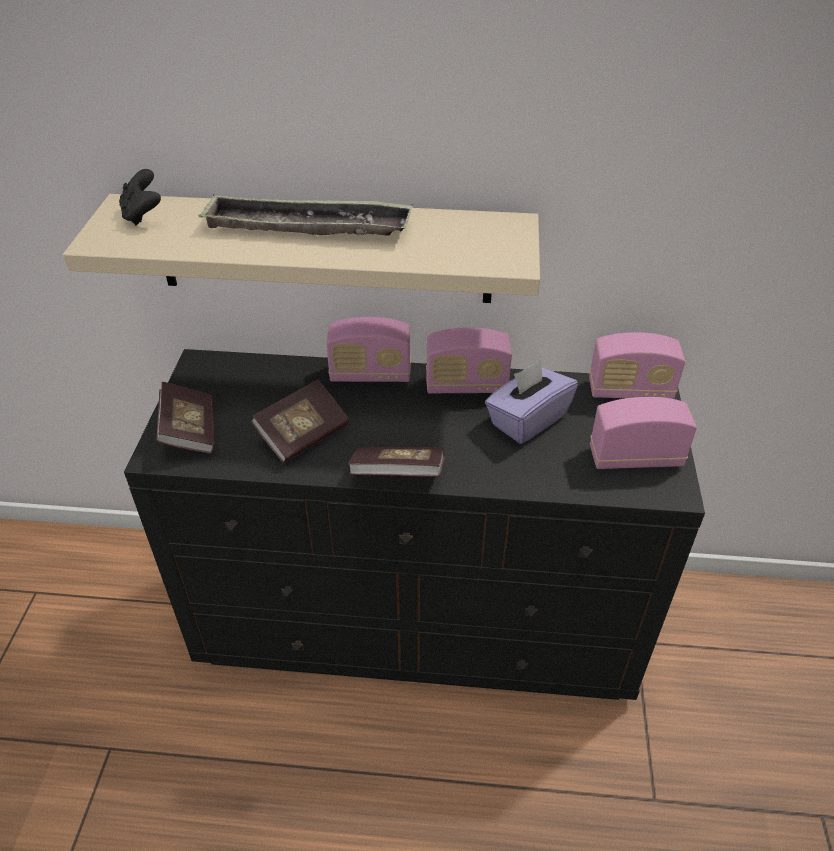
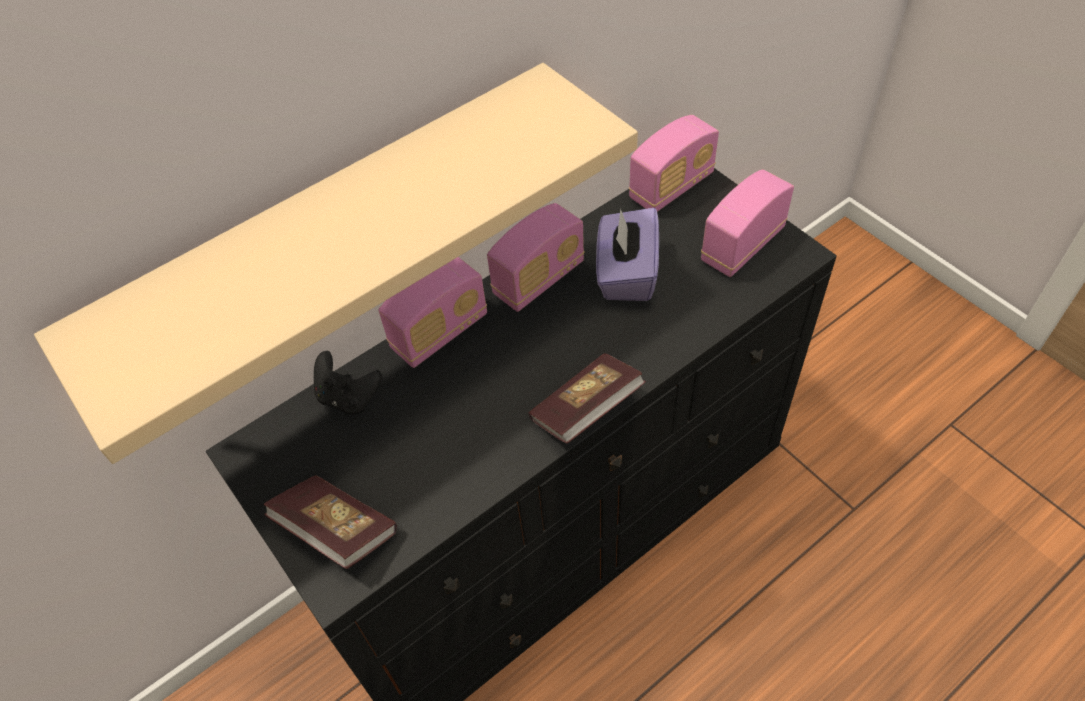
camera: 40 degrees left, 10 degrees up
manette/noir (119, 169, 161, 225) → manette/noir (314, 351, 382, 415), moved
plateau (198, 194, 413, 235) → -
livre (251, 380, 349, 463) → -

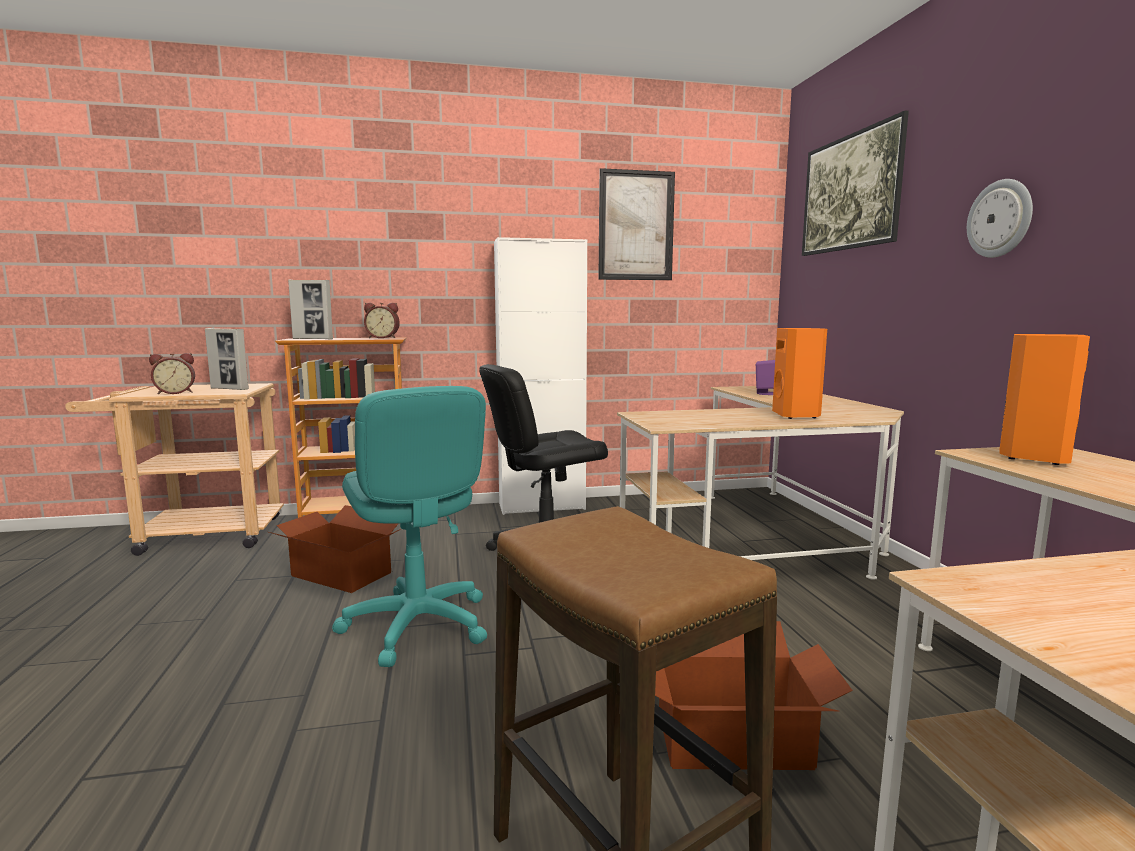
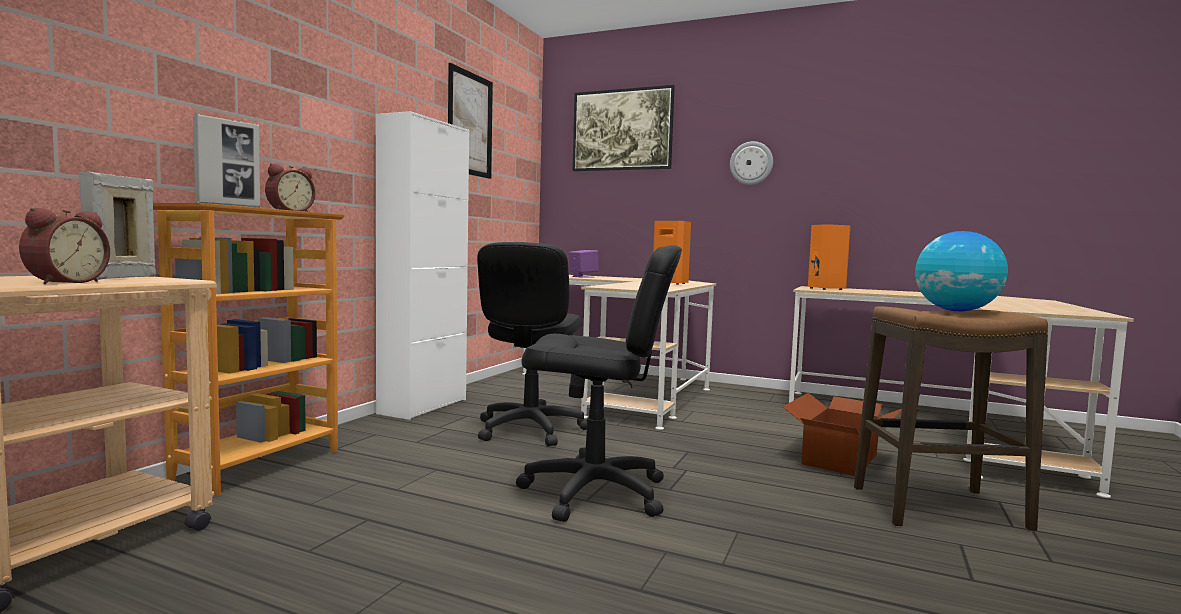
camera: 55 degrees left, 5 degrees down
cadre photo (205, 328, 249, 390) → cadre photo (79, 172, 156, 280), 135 degrees clockwise
chaise de bureau/turquoise (332, 386, 487, 667) → chaise de bureau/noir (516, 245, 682, 522)
carton (269, 505, 401, 593) → -
- → globe (915, 231, 1008, 311)

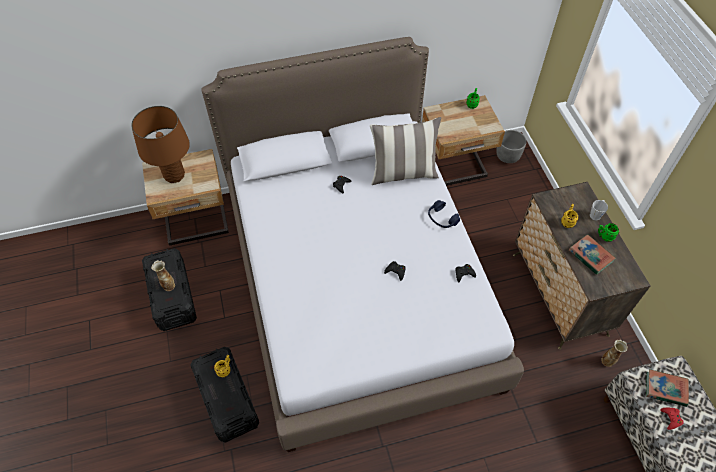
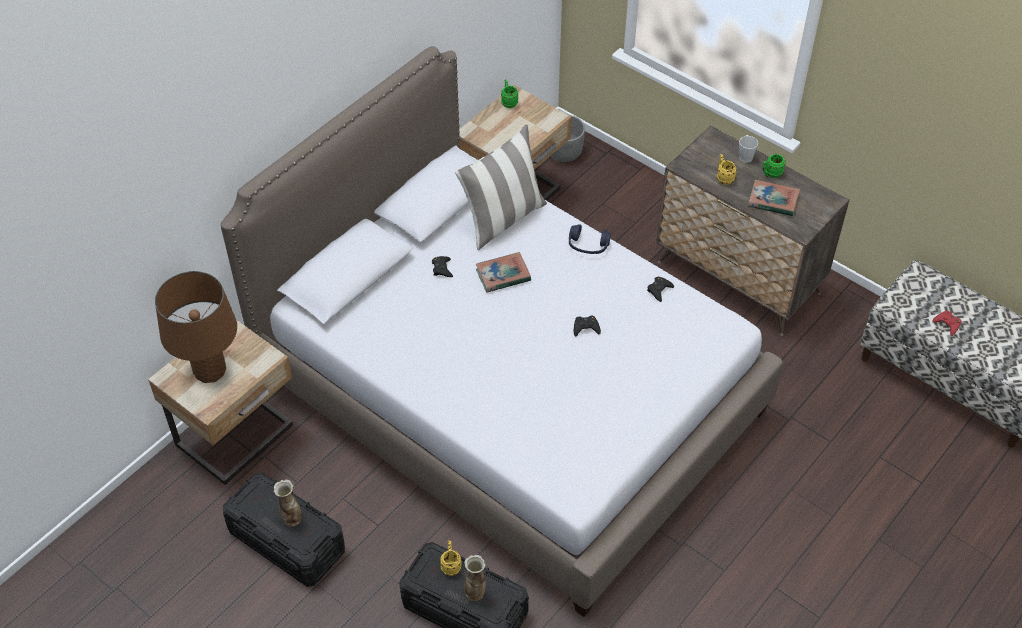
camera: 35 degrees left, 5 degrees down
vase (601, 340, 628, 367) → vase (464, 555, 486, 601), moved
livre (646, 369, 689, 407) → livre (476, 252, 531, 293), moved

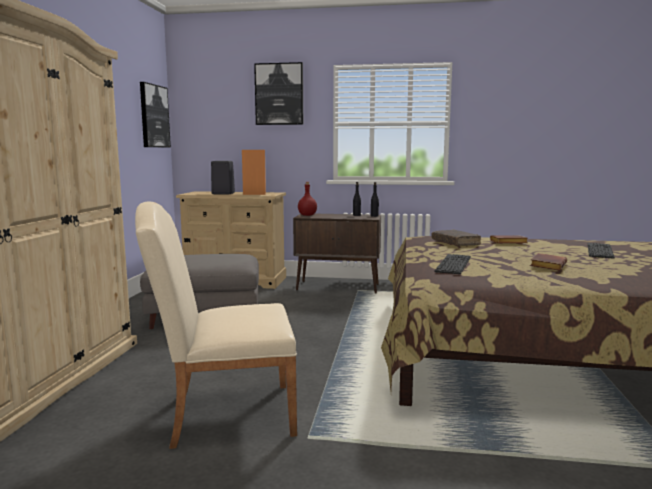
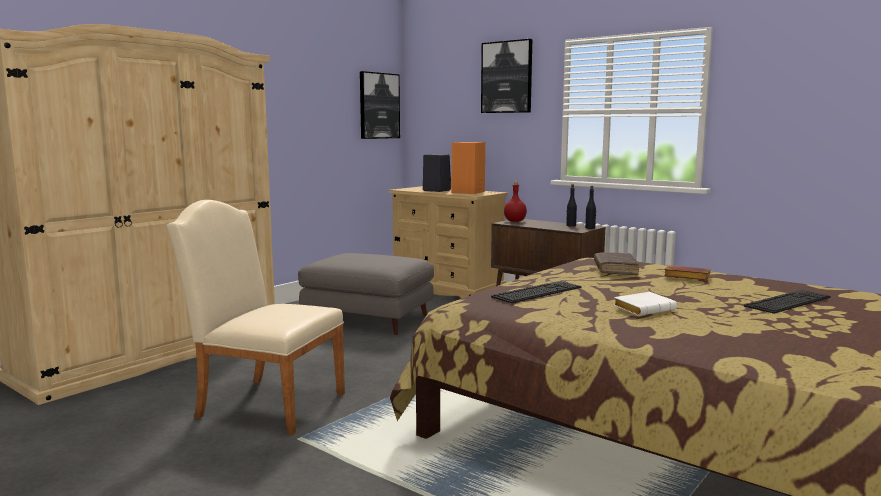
camera: 30 degrees right, 0 degrees up
livre/marron (530, 253, 567, 271) → livre/blanc (614, 292, 677, 316)

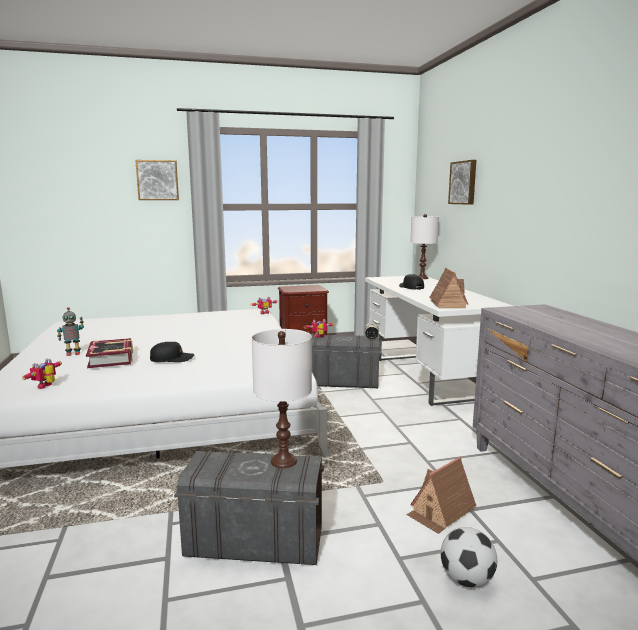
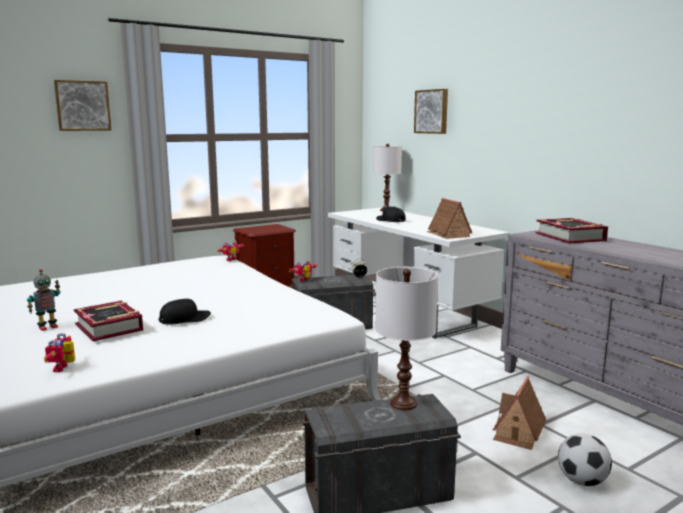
camera: 20 degrees left, 0 degrees up
- → livre (535, 218, 608, 244)

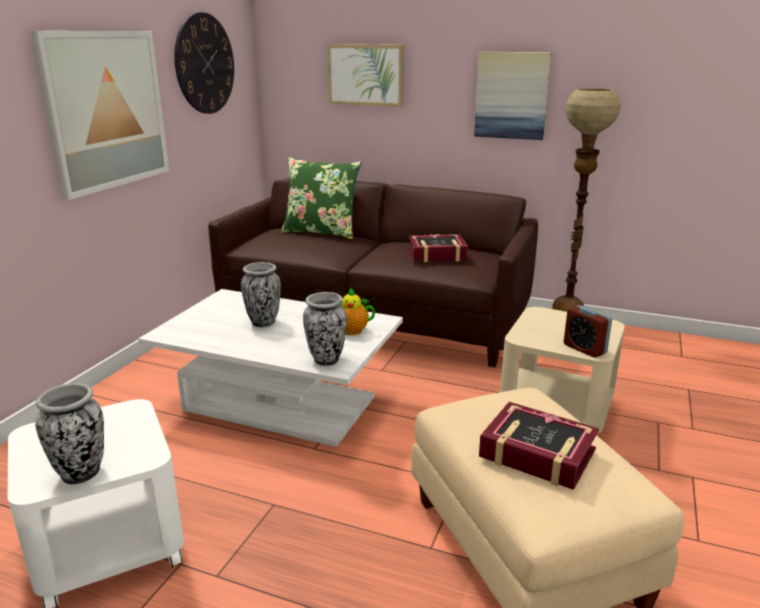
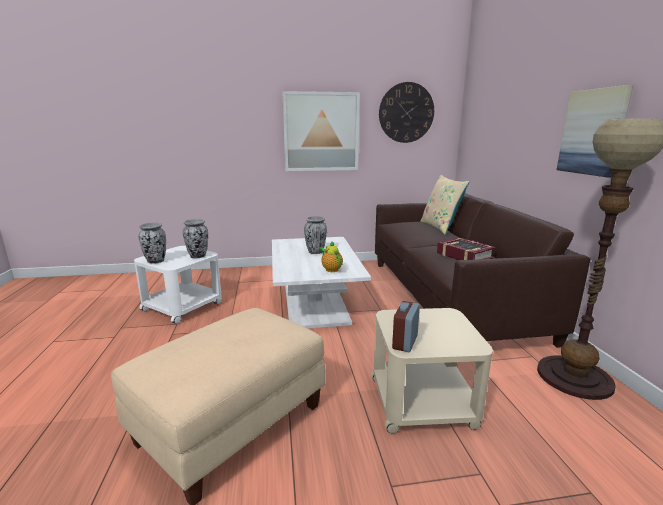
camera: 60 degrees right, 5 degrees down
tableau (327, 44, 404, 107) → -
coussin/vert (281, 158, 362, 239) → coussin/beige (420, 175, 469, 235)
vase (303, 292, 347, 366) → vase (183, 219, 208, 259), moved
livre (479, 402, 599, 490) → -

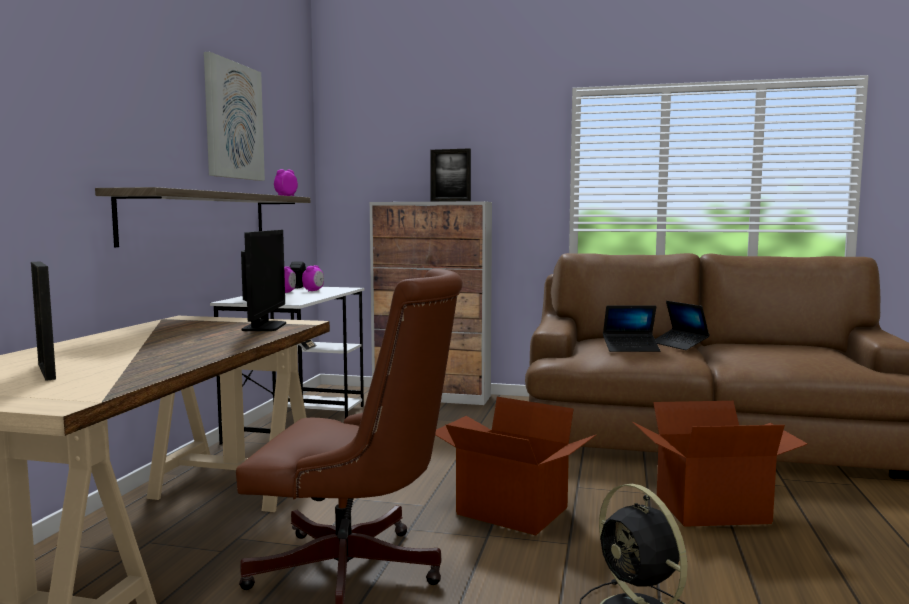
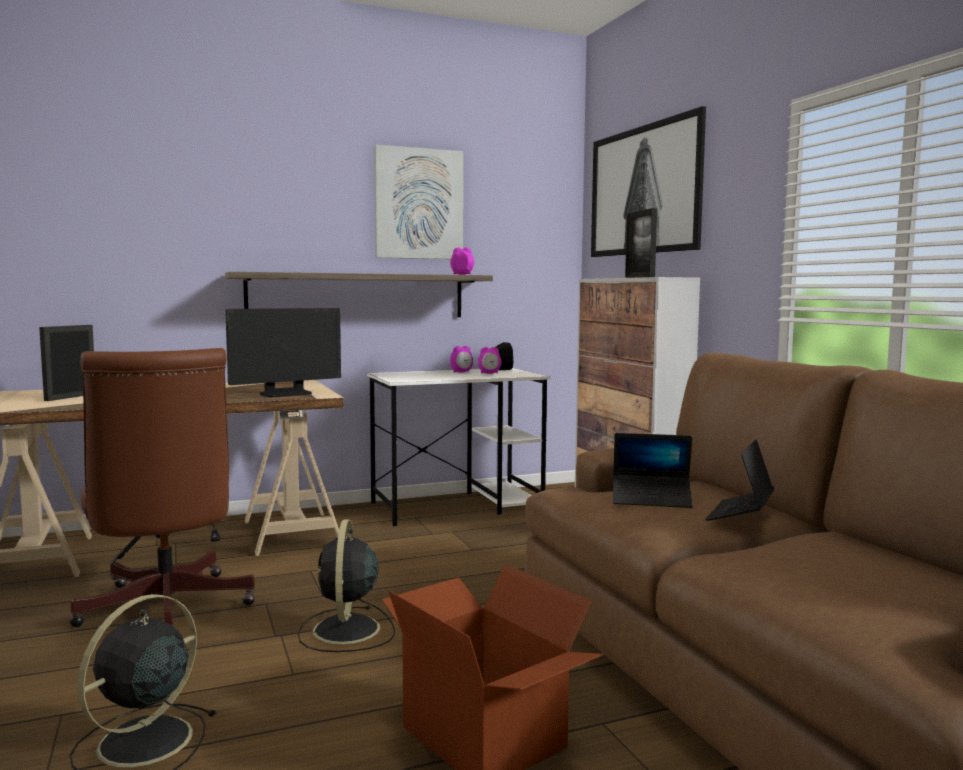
camera: 55 degrees right, 0 degrees up
ordinateur portable (603, 305, 660, 352) → ordinateur portable (613, 433, 693, 508), 45 degrees counterclockwise
carton (435, 397, 596, 535) → ventilateur/noir (298, 519, 395, 652)
- → tableau (591, 106, 706, 257)

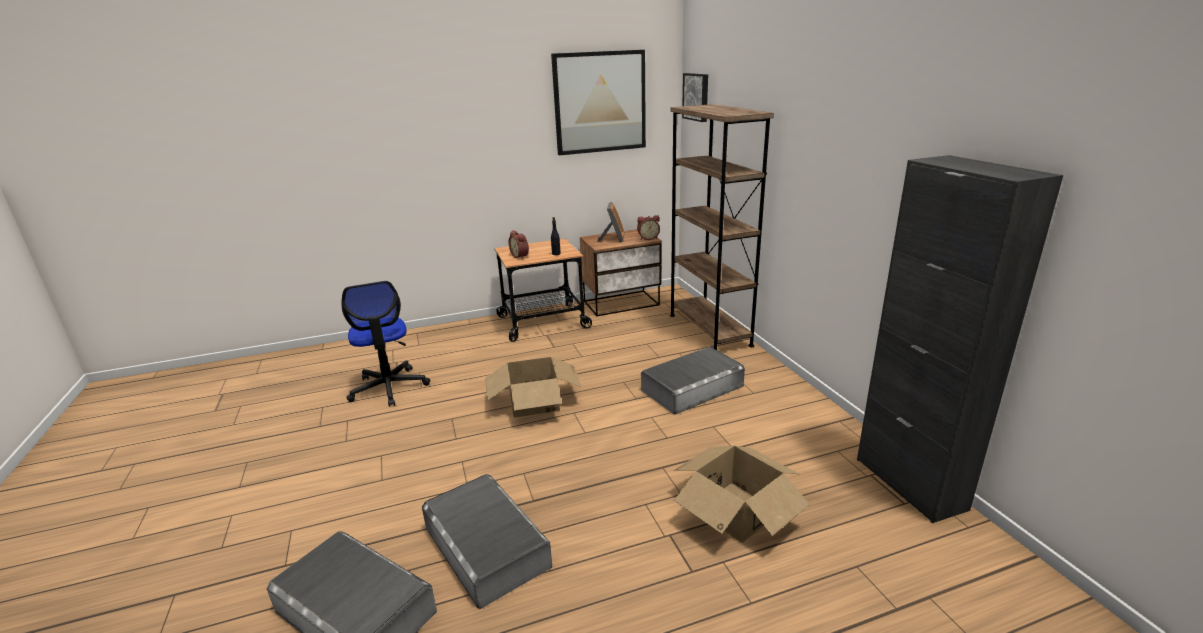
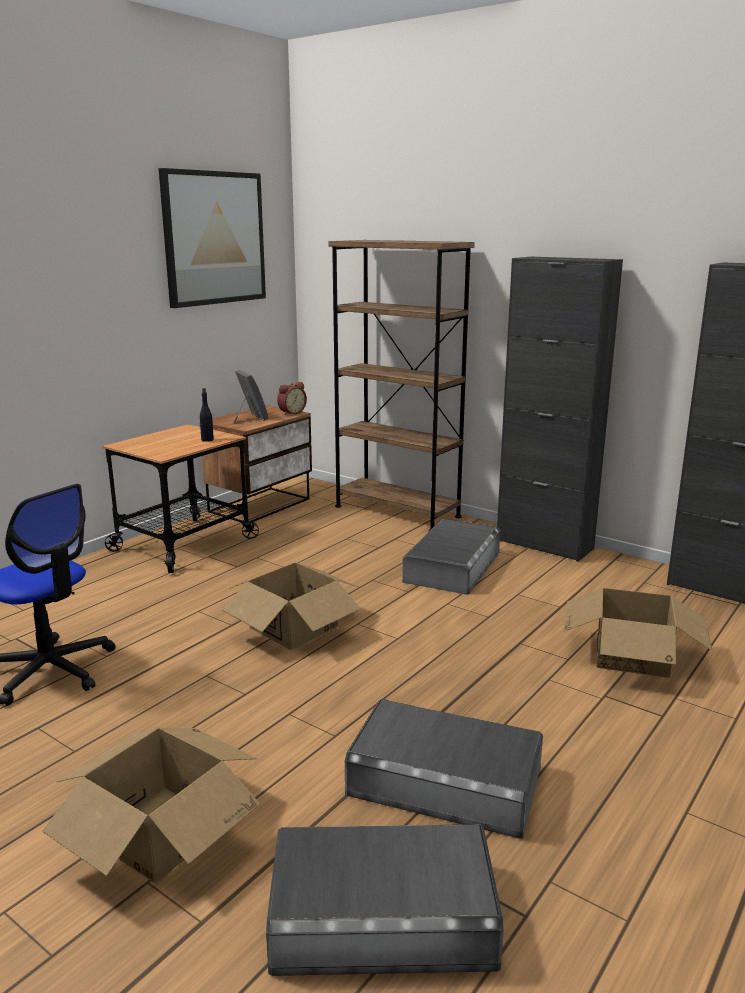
camera: 35 degrees left, 5 degrees down
tableau (682, 73, 708, 122) → -
réveil (509, 230, 529, 259) → -
- → meuble de rangement/noir (497, 257, 623, 562)
- → carton (42, 728, 260, 883)

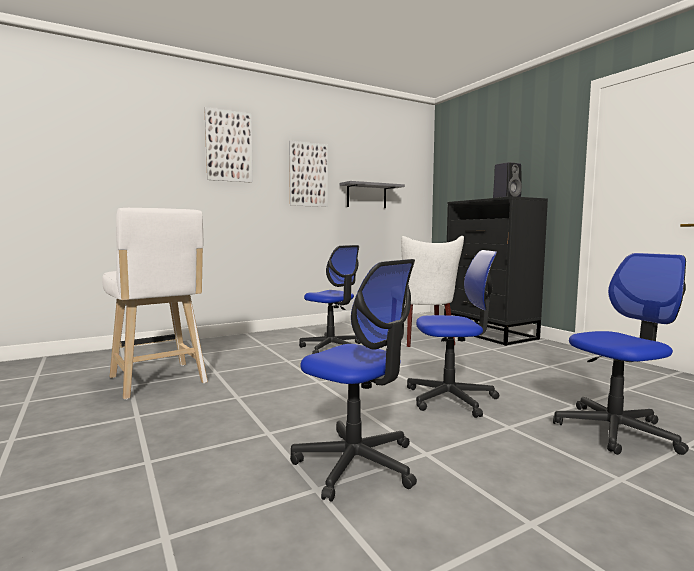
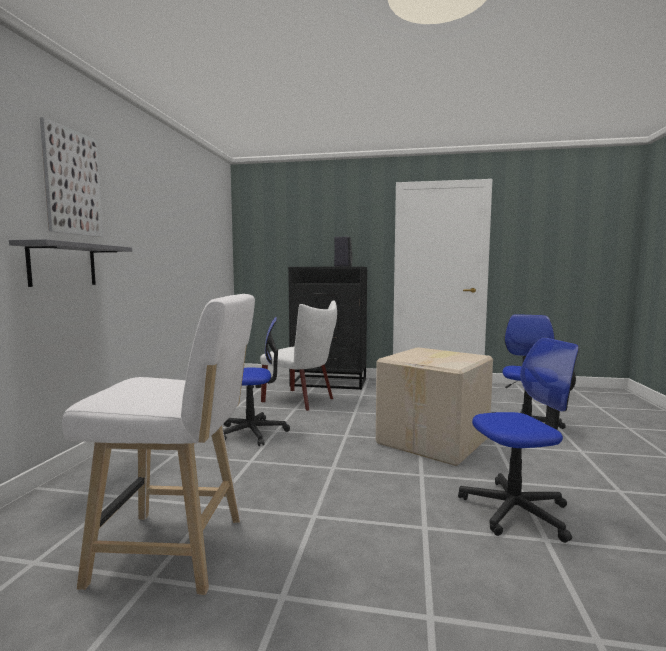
camera: 50 degrees left, 0 degrees up
tableau (289, 141, 328, 207) → -
étagère/gris (340, 181, 405, 208) → étagère/gris (9, 239, 132, 287), moved
chaise de bureau (407, 250, 499, 418) → carton (376, 347, 493, 466)

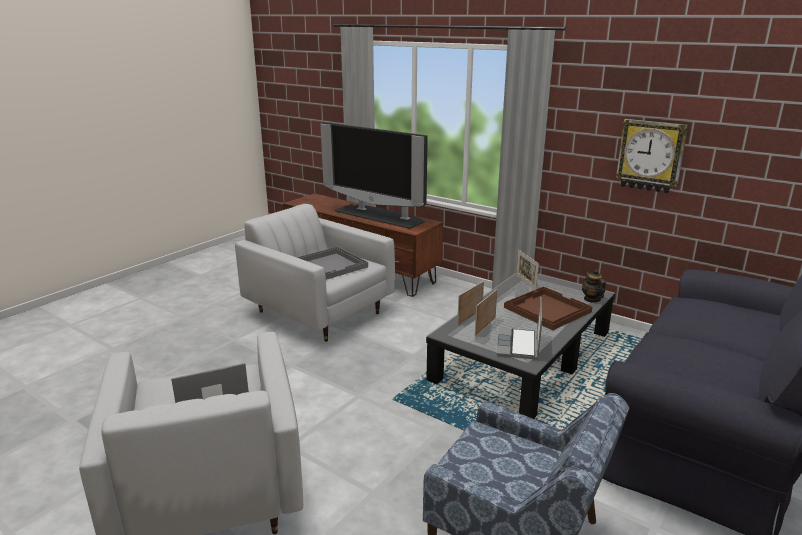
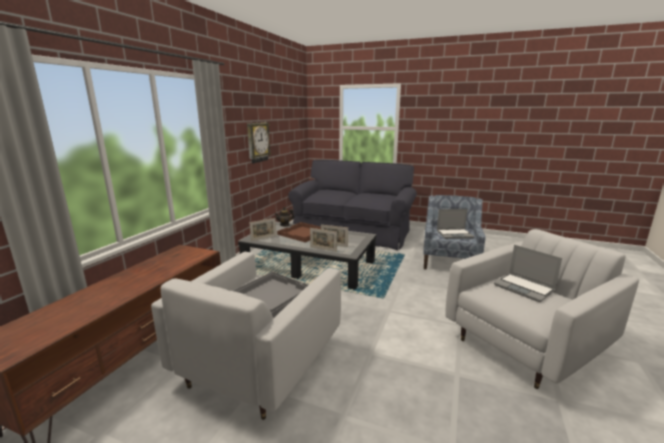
camera: 105 degrees left, 5 degrees down
téléviseur (320, 122, 428, 229) → -
ordinateur portable (496, 297, 542, 360) → ordinateur portable (437, 209, 475, 239), moved

